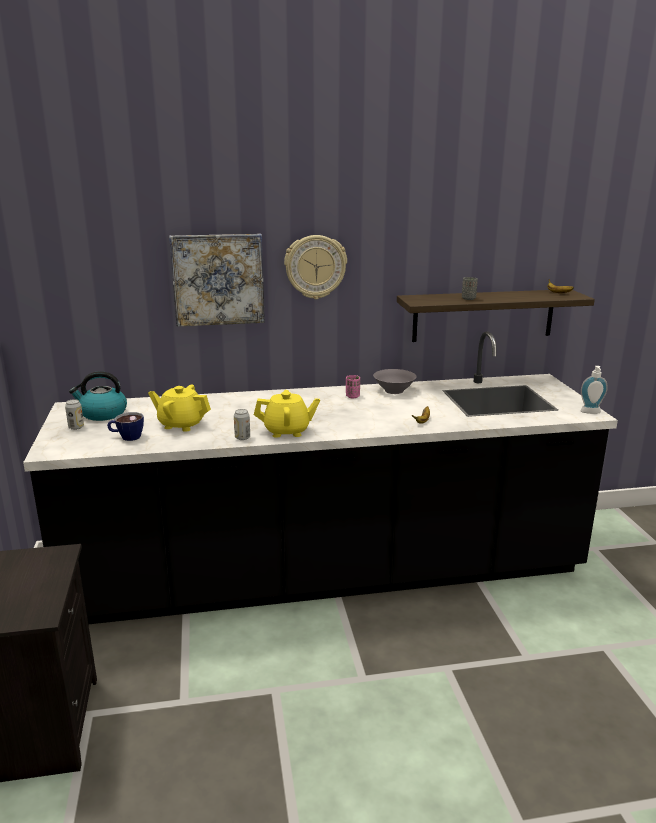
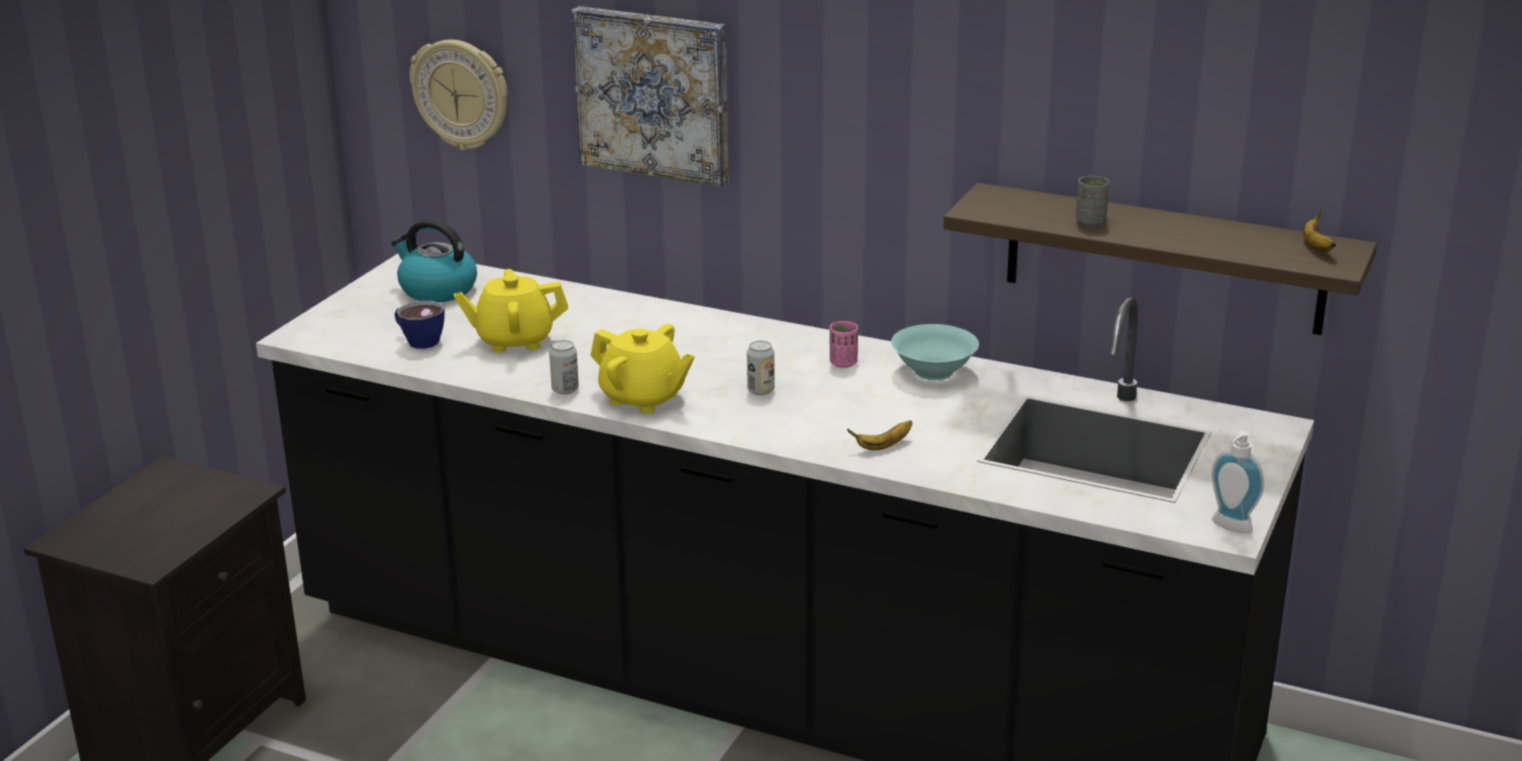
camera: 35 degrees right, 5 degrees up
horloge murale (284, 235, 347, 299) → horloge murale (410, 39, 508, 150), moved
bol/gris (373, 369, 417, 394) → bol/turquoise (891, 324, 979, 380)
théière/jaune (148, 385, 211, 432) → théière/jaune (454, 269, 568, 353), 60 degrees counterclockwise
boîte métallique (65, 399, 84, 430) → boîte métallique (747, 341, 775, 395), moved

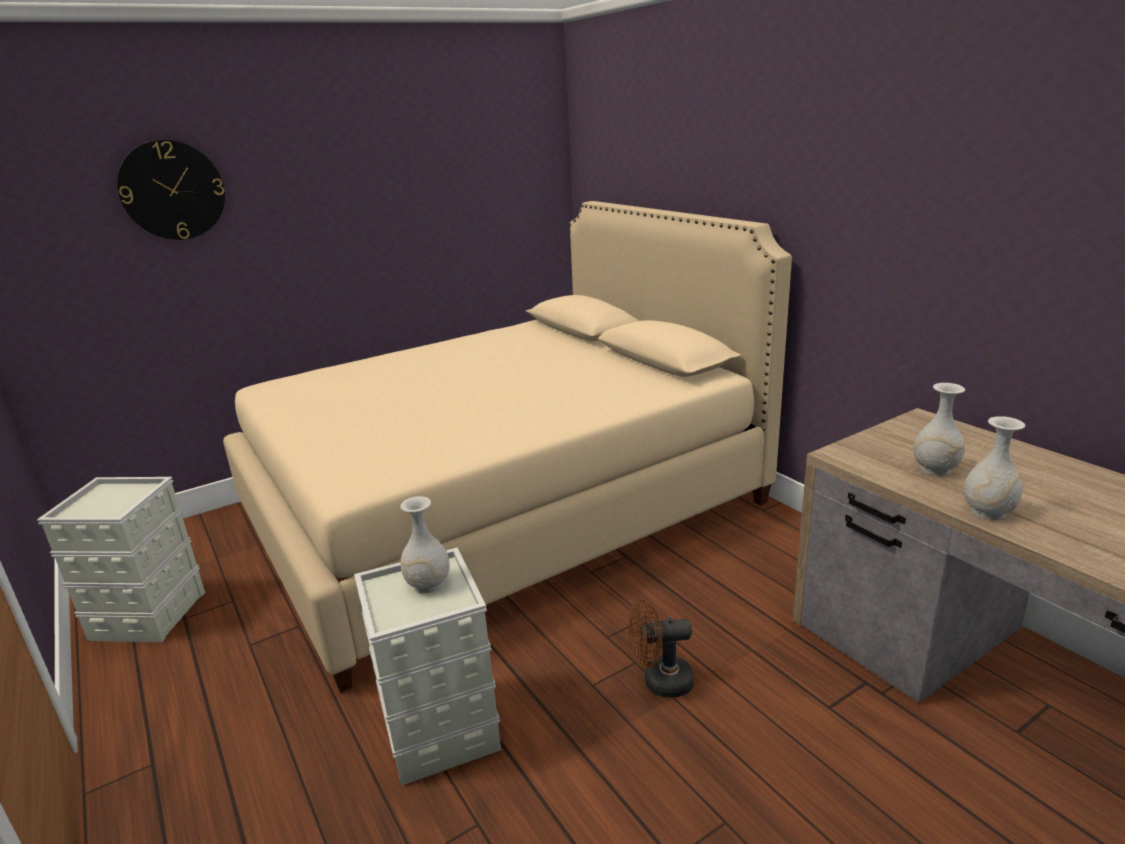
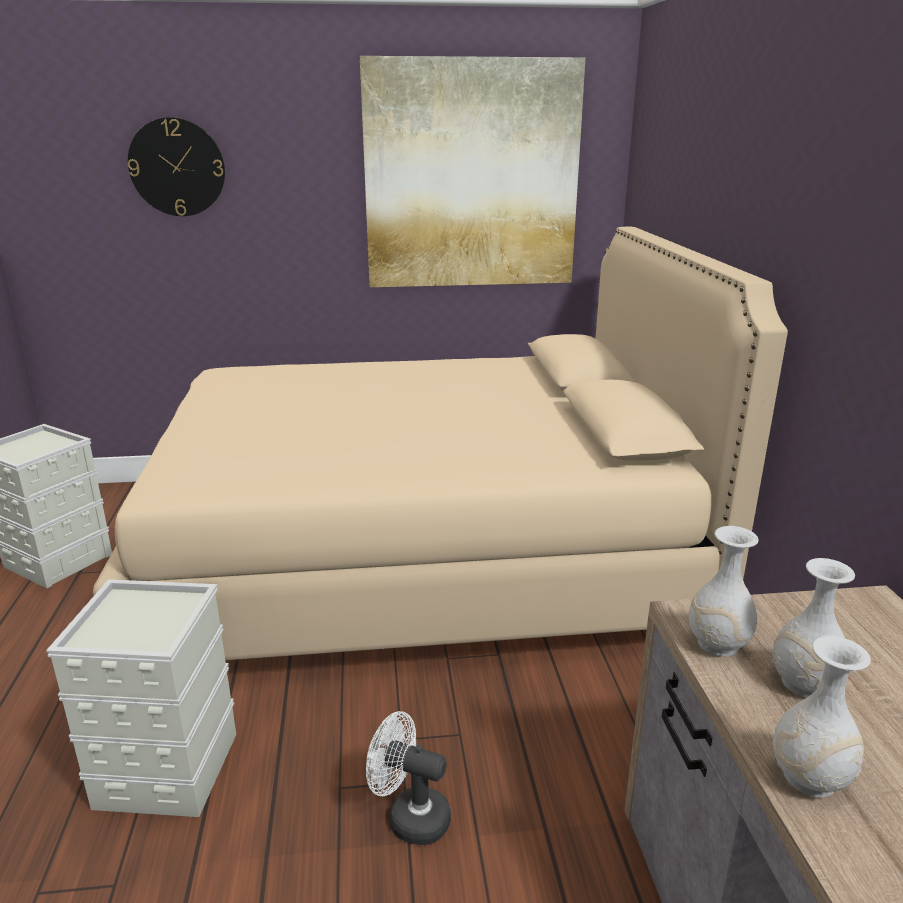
camera: 25 degrees right, 0 degrees up
vase/blanc (400, 496, 450, 593) → vase/blanc (689, 526, 759, 657), moved
ventilateur/marron (629, 599, 694, 698) → ventilateur/blanc (366, 711, 451, 845)
- → tableau (360, 56, 586, 287)

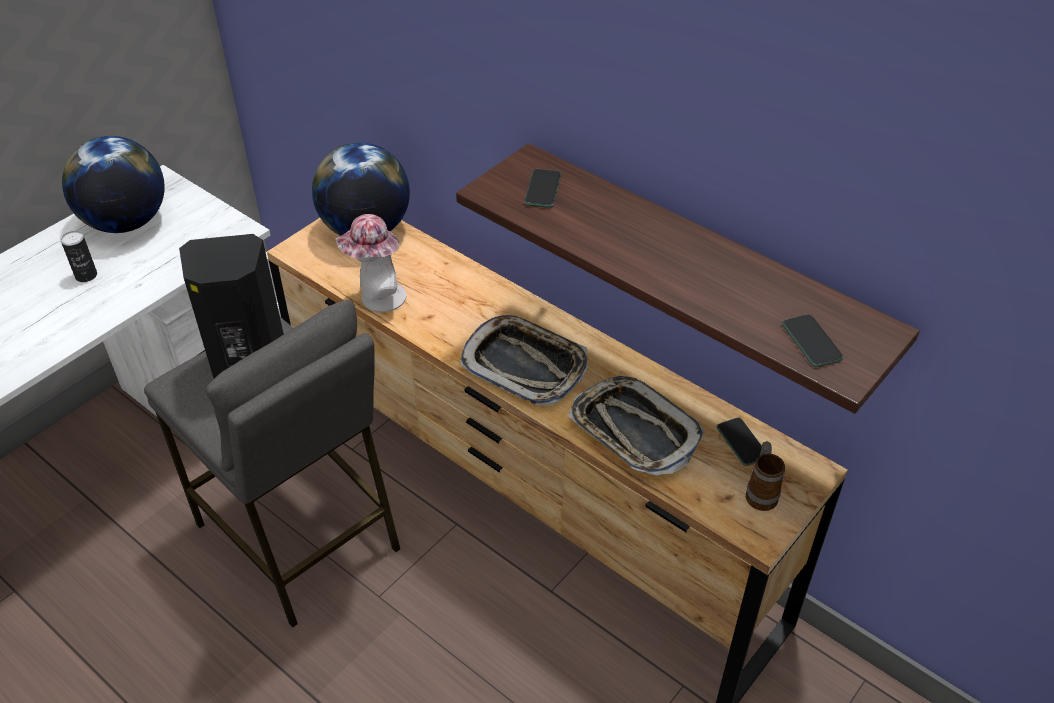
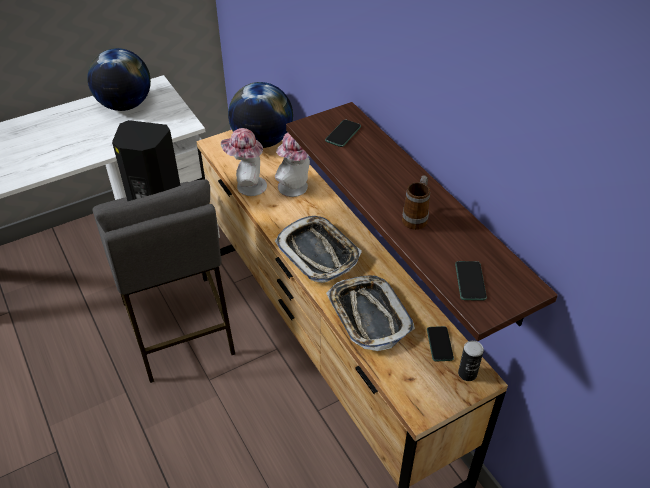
camera: 20 degrees right, 0 degrees up
boîte métallique (61, 231, 97, 282) → boîte métallique (458, 340, 484, 381), moved
mug (746, 441, 785, 511) → mug (402, 175, 430, 230), moved
- → chapeau (275, 132, 310, 197)

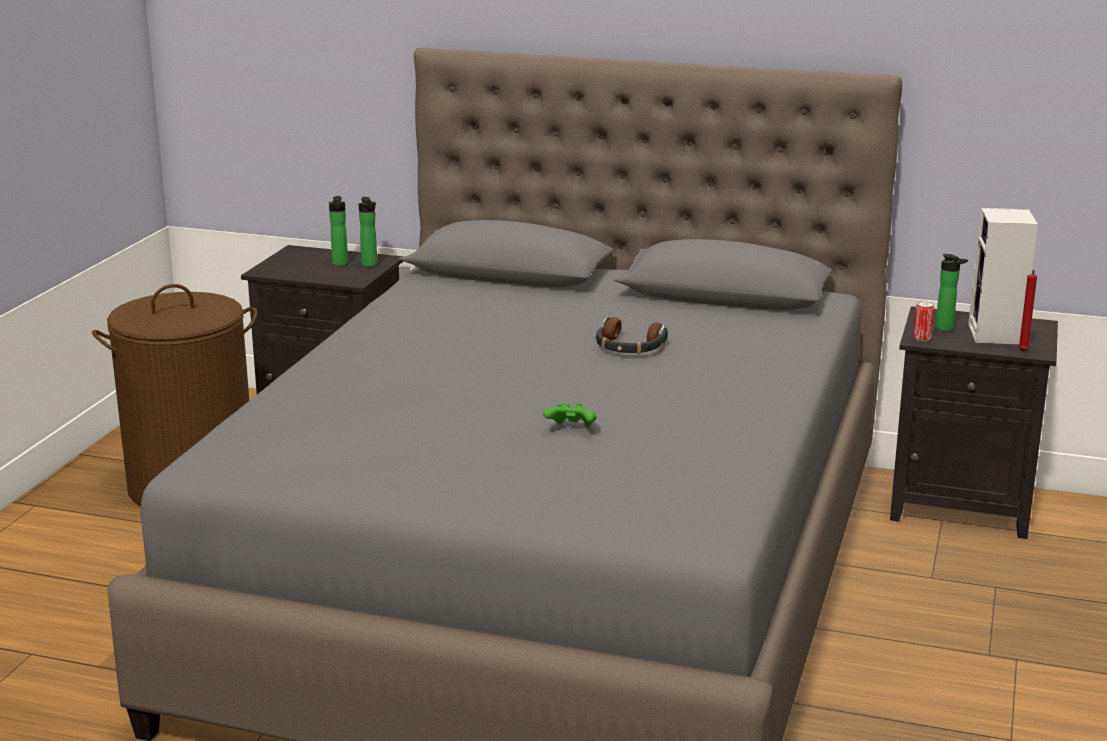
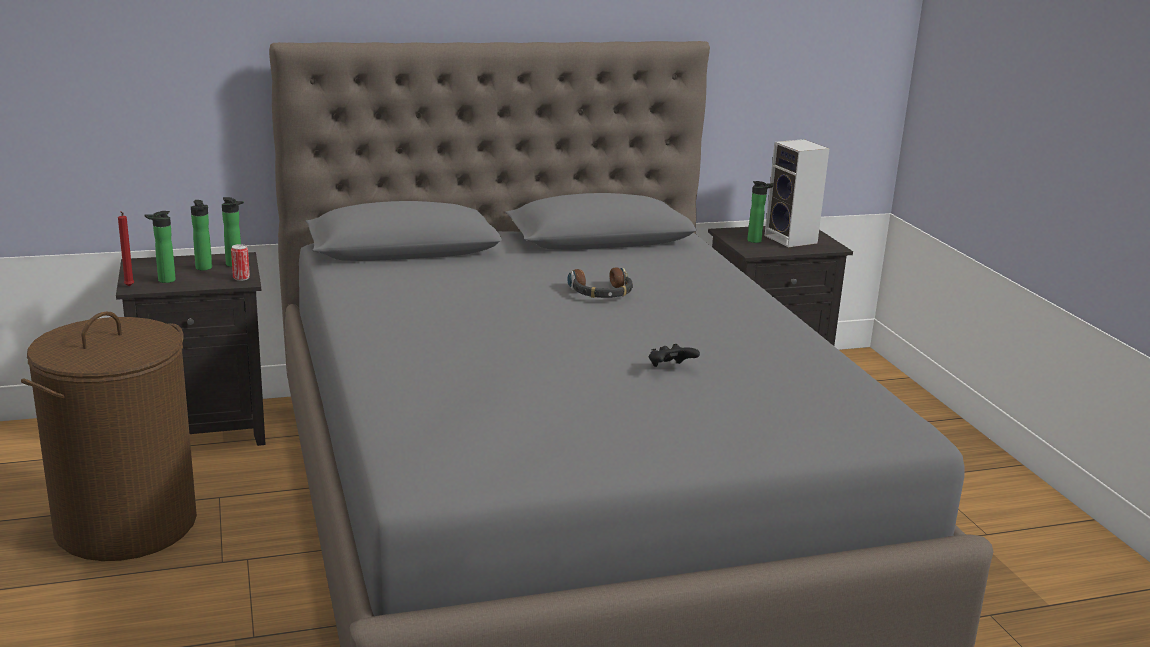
camera: 35 degrees left, 0 degrees up
bougie/rouge (1018, 270, 1037, 351) → bougie/rouge (118, 211, 134, 287), moved
boîte métallique (913, 301, 935, 342) → boîte métallique (231, 244, 250, 281), moved
manette/vert (543, 403, 597, 427) → manette/noir (649, 344, 700, 367)
- → bouteille (145, 211, 176, 283)

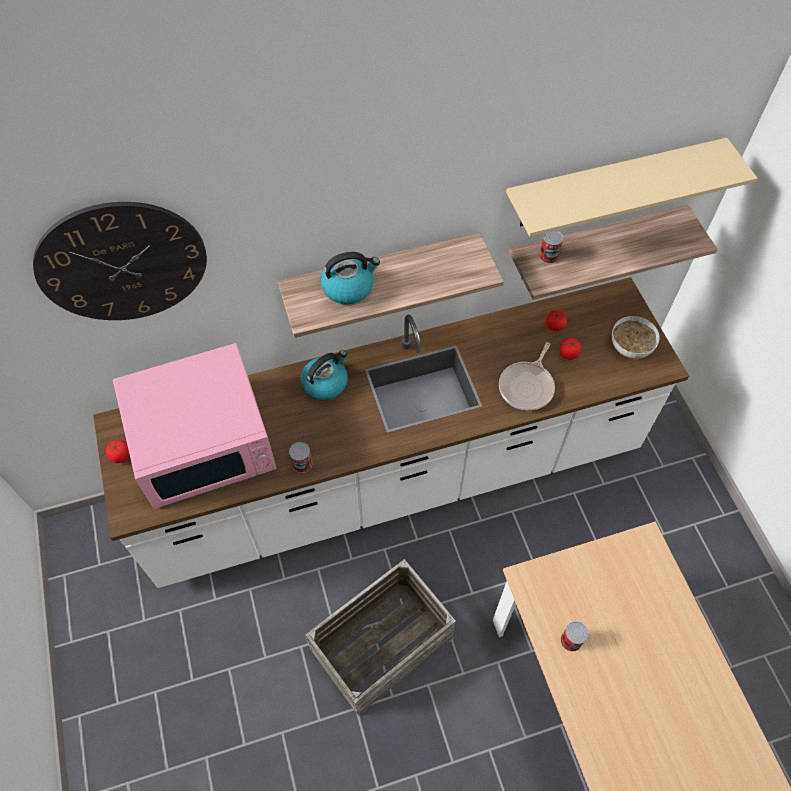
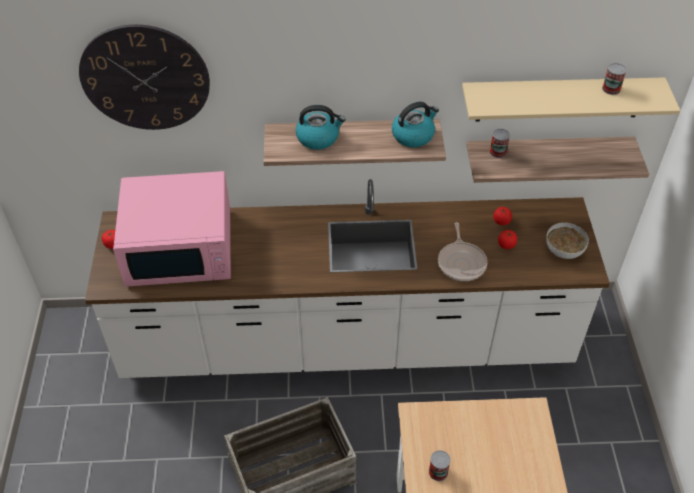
camera: 15 degrees right, 10 degrees down
poêle (499, 342, 555, 411) → poêle (438, 222, 487, 281), 45 degrees counterclockwise
bouilloire (301, 350, 348, 400) → bouilloire (392, 102, 439, 148), moved
boîte métallique (289, 442, 312, 473) → boîte métallique (602, 63, 627, 95), moved

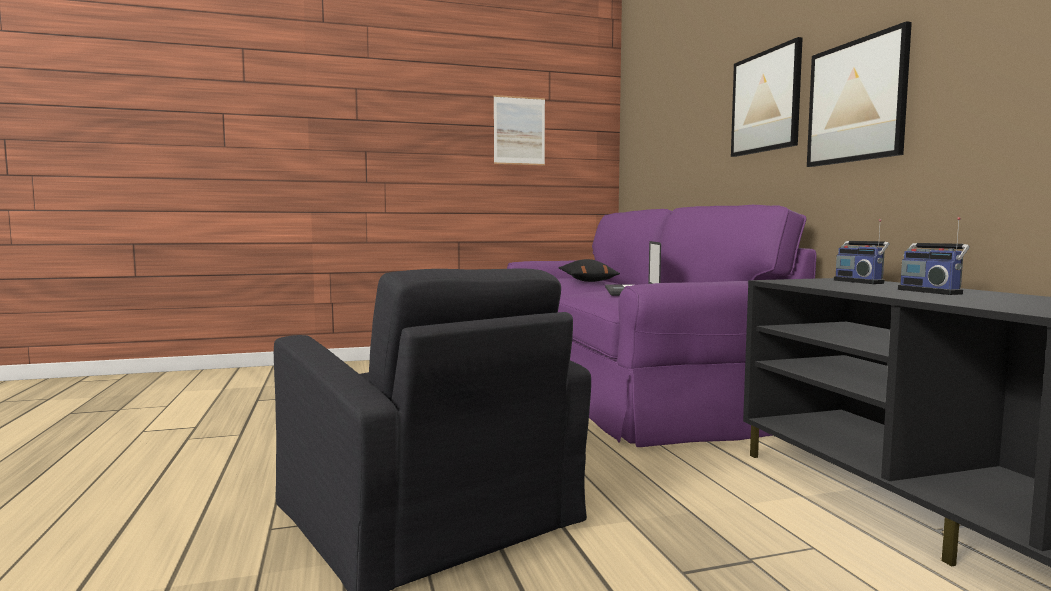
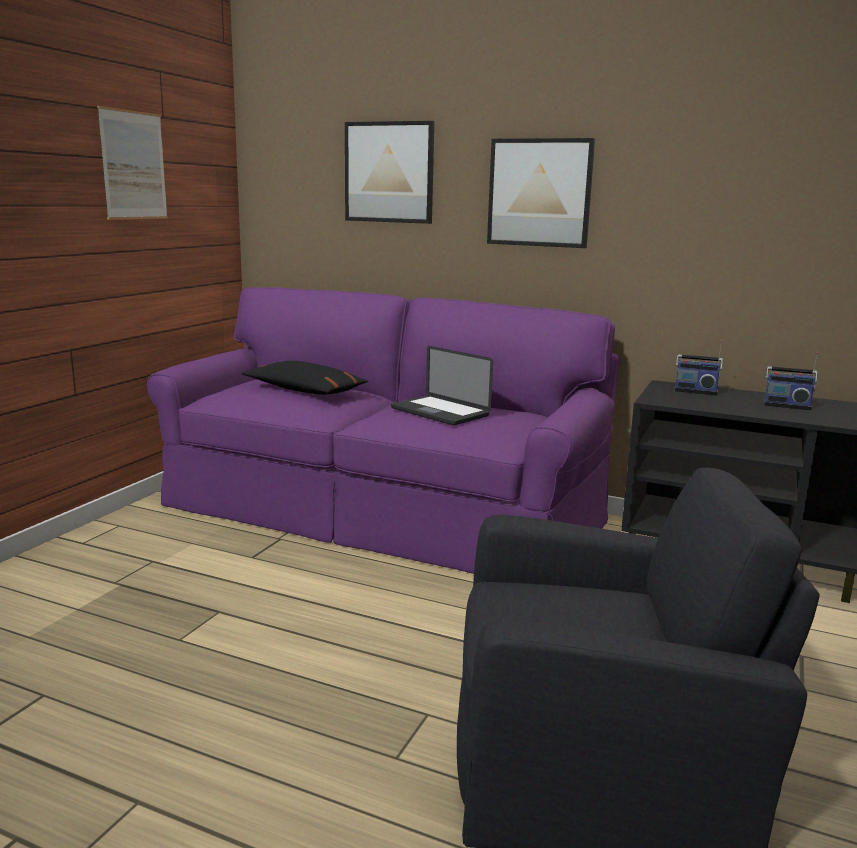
camera: 50 degrees left, 10 degrees up
tableau (807, 21, 912, 167) → tableau (345, 121, 434, 224), moved

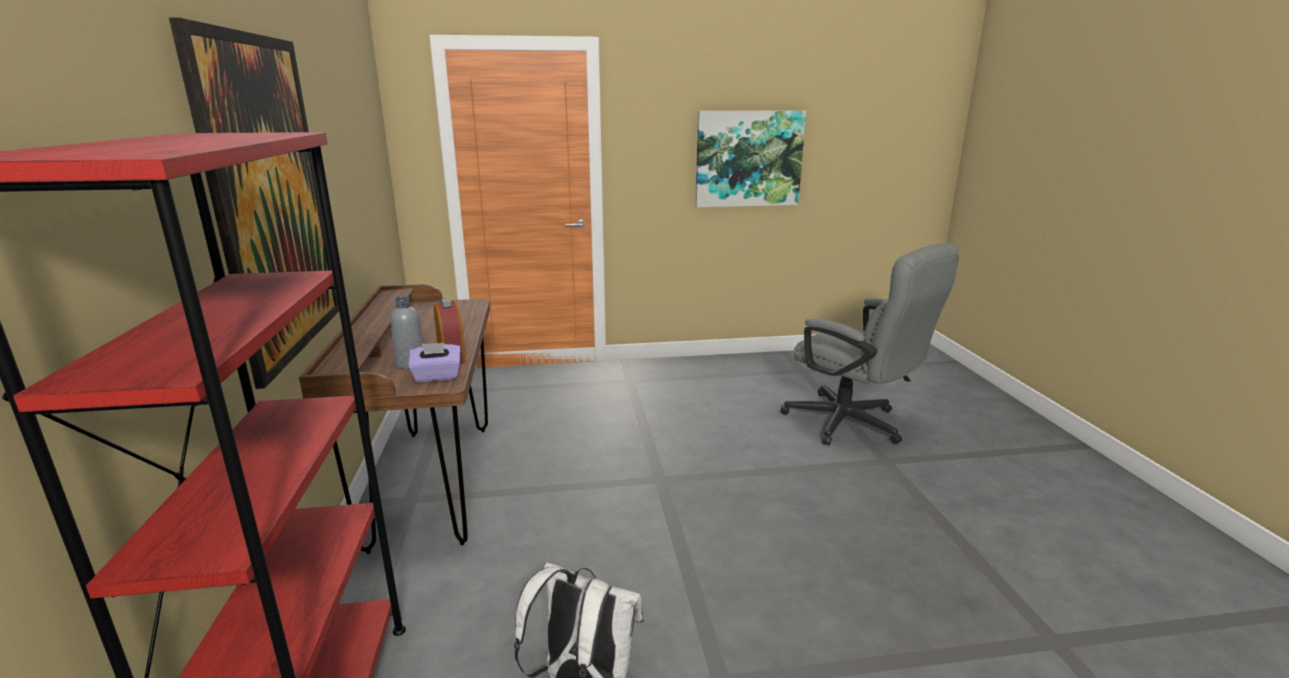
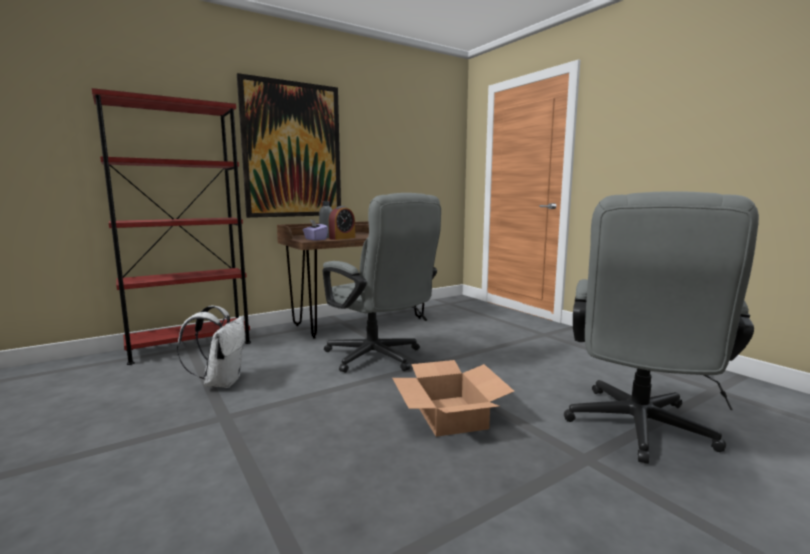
camera: 65 degrees right, 10 degrees down
tableau (696, 110, 806, 207) → -
- → chaise de bureau/gris (323, 193, 441, 373)
- → carton (392, 360, 514, 437)

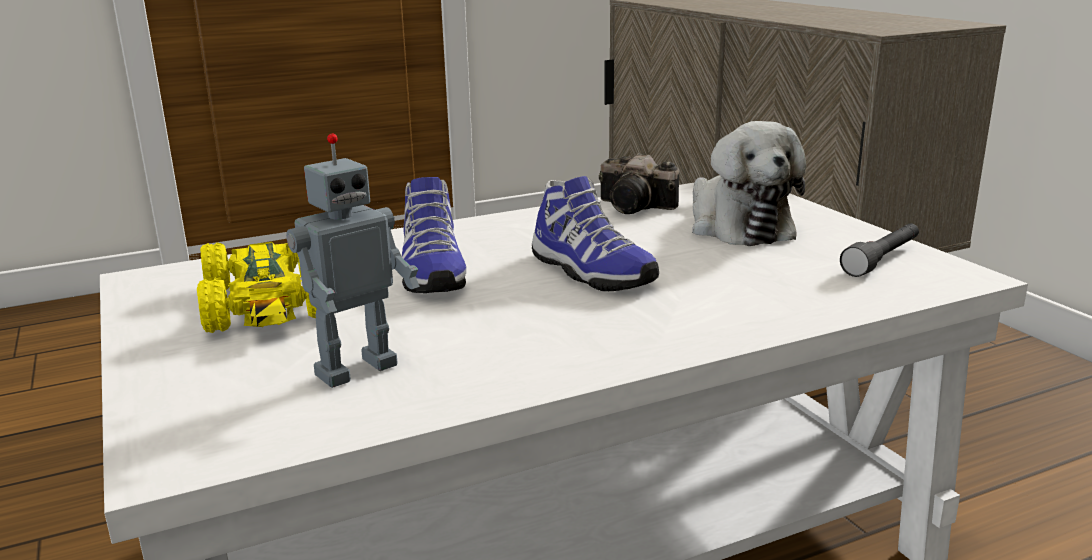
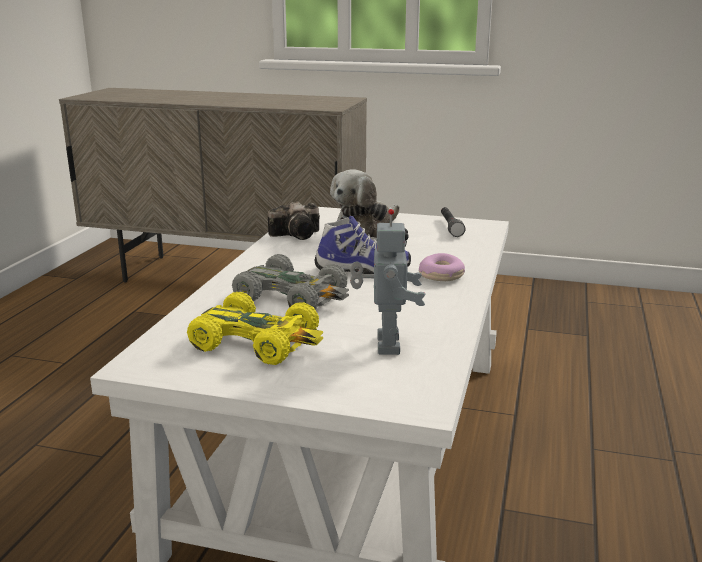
camera: 50 degrees left, 0 degrees up
peluche (692, 121, 806, 246) → peluche (330, 169, 399, 238), 105 degrees clockwise
chaussure (402, 177, 467, 293) → petite voiture/gris (232, 254, 349, 310)
- → beignet (419, 253, 465, 281)

